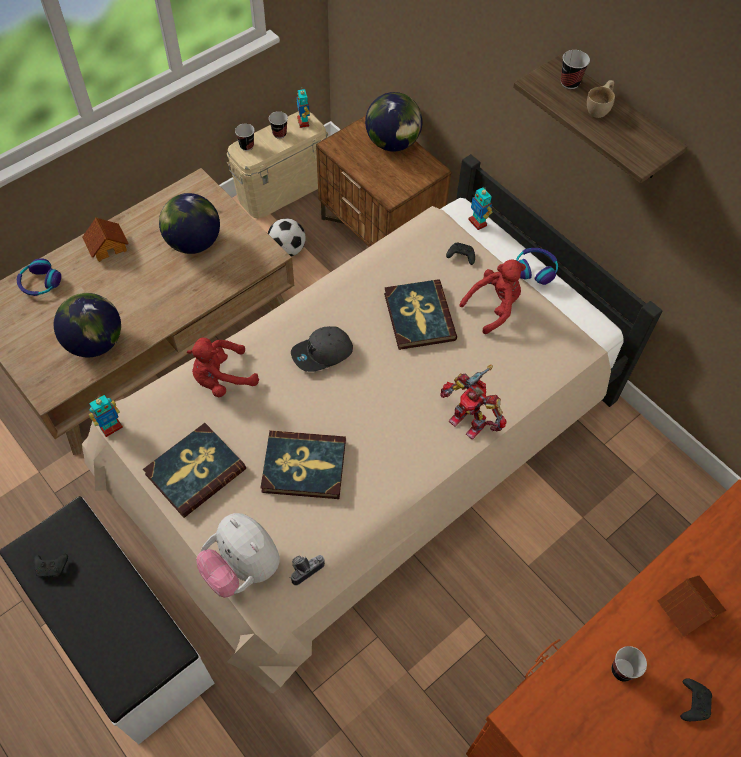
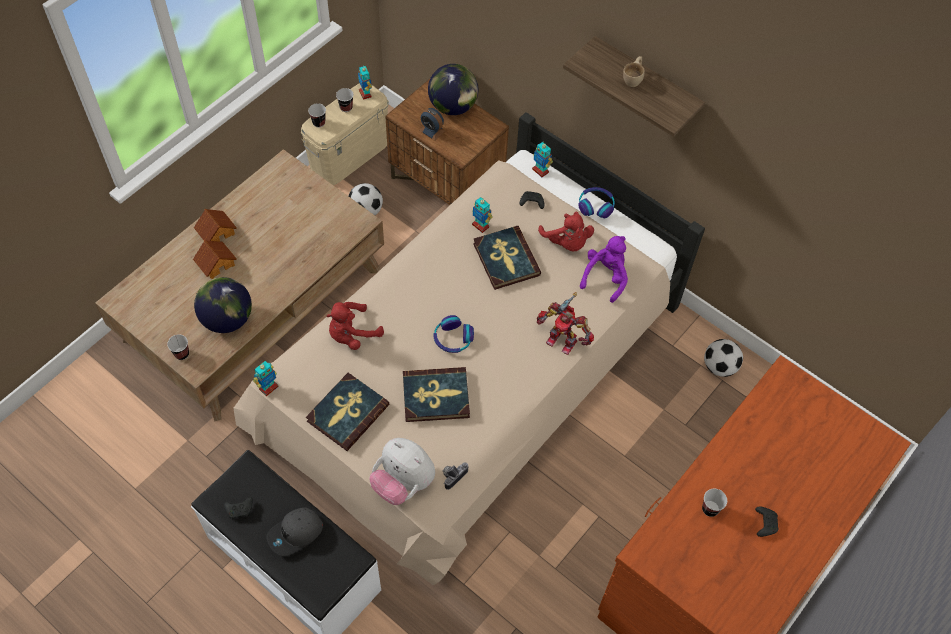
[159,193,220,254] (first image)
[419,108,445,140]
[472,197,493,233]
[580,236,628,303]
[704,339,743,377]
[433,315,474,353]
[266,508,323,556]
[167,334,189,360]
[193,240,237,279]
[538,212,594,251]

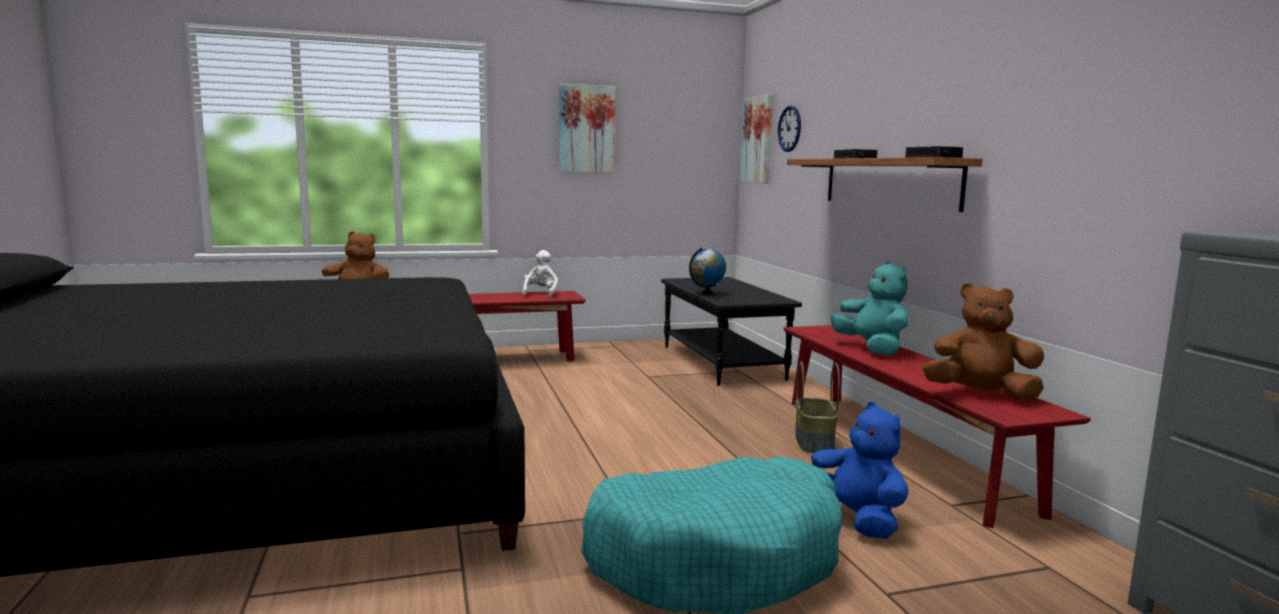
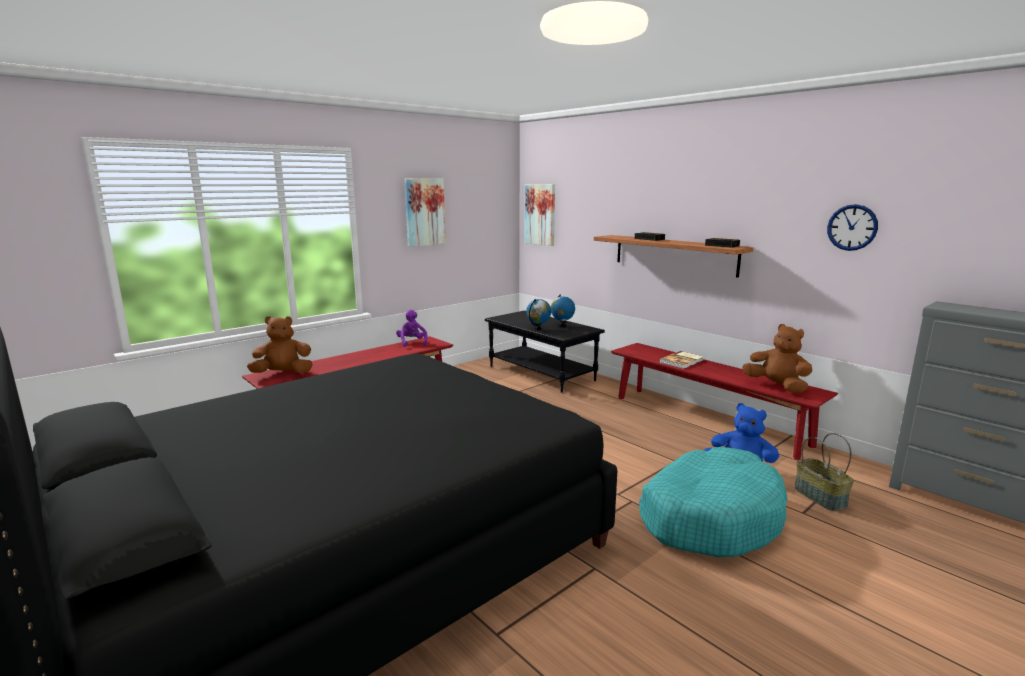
[551,294,575,327]
[827,204,878,251]
[794,433,854,511]
[659,351,704,369]
[396,310,428,347]
[742,324,813,393]

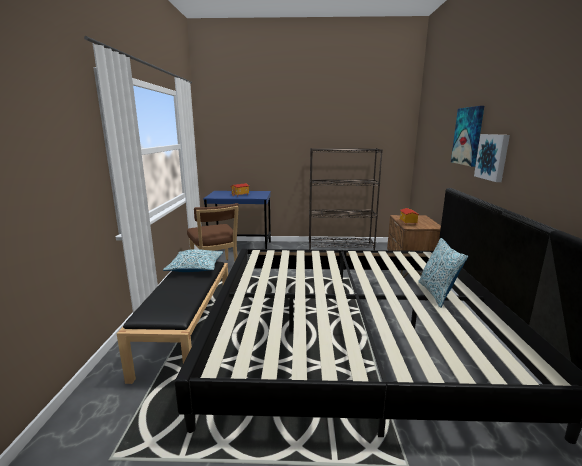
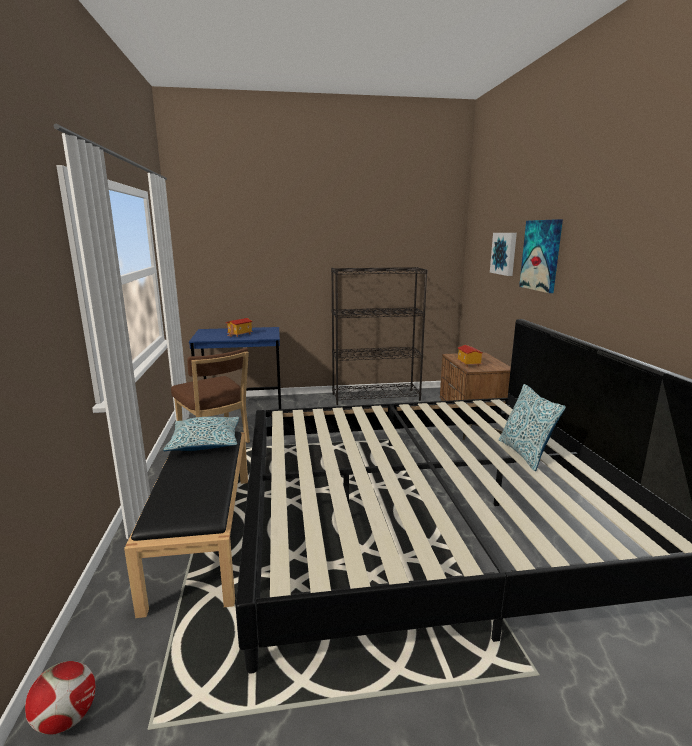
[25,661,95,734]
[490,233,517,276]

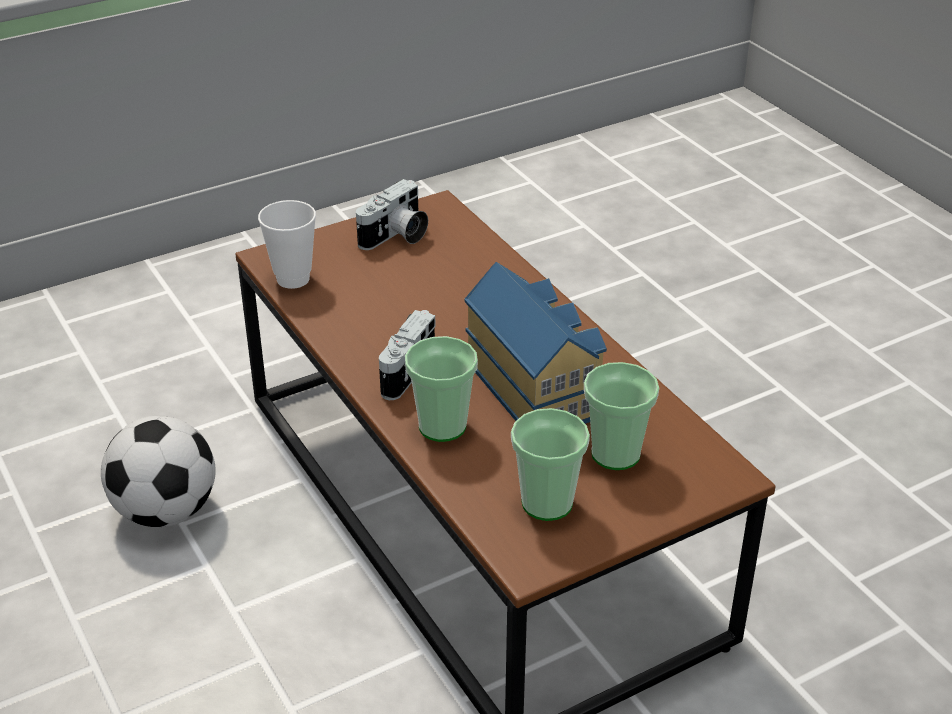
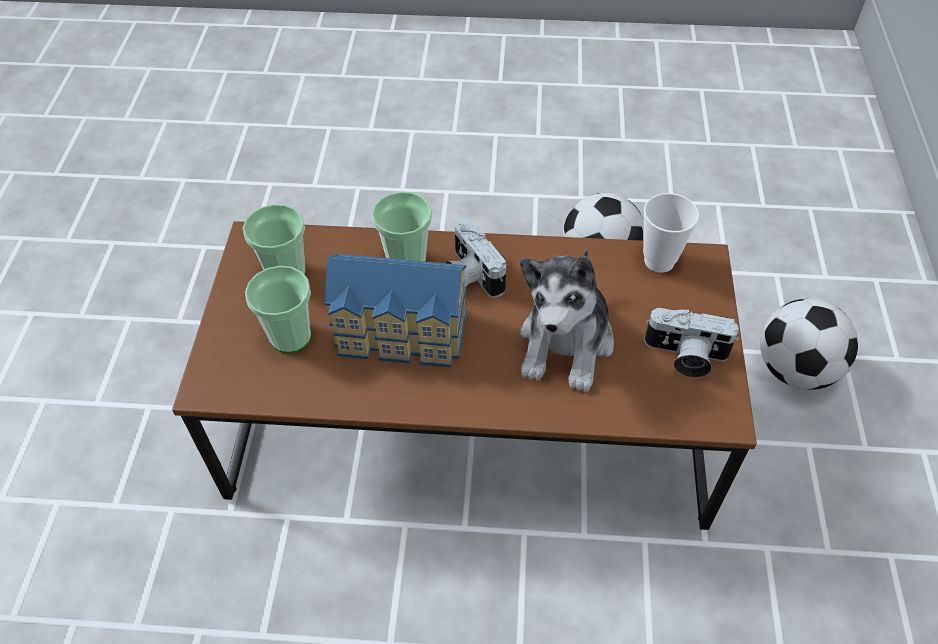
[520,248,614,392]
[760,299,858,390]
[644,308,739,378]

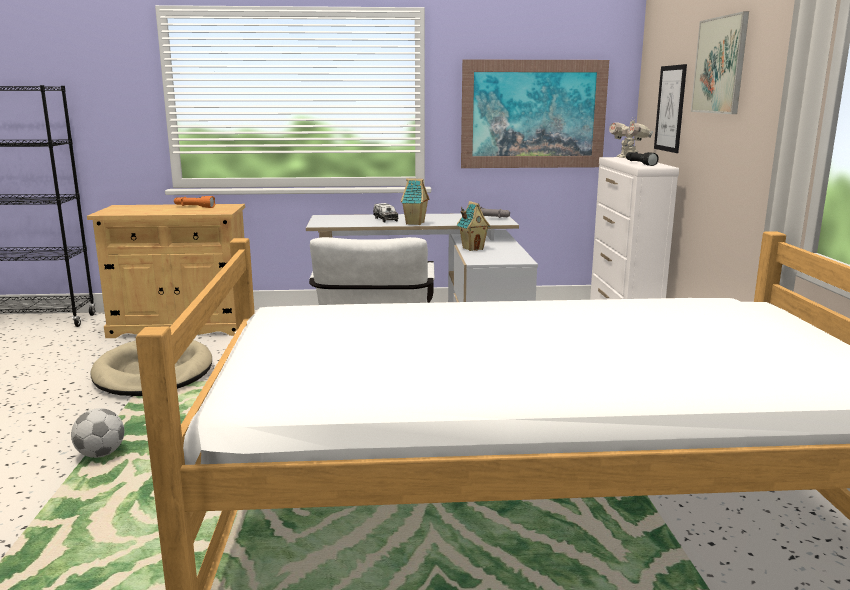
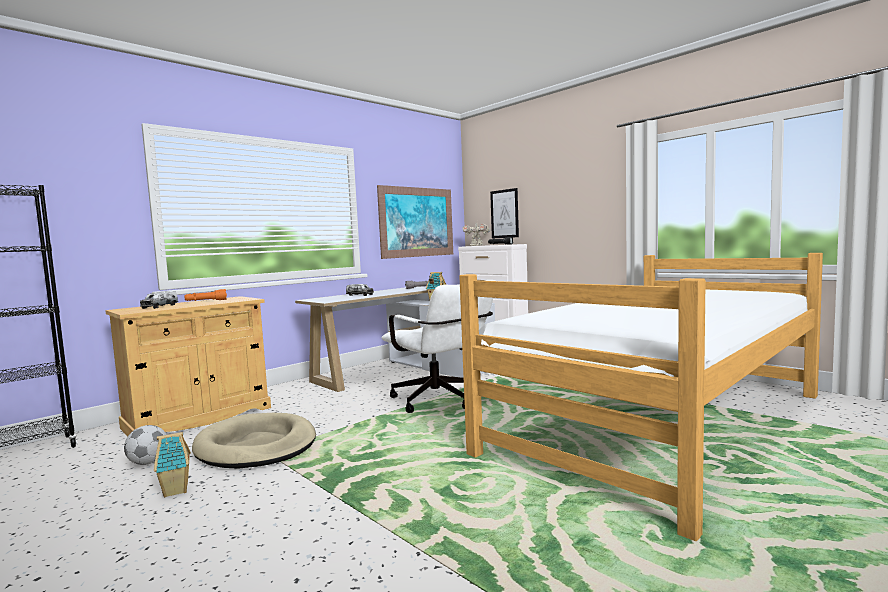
[691,11,749,114] (first image)
[140,291,178,309]
[124,425,167,465]
[154,432,191,497]

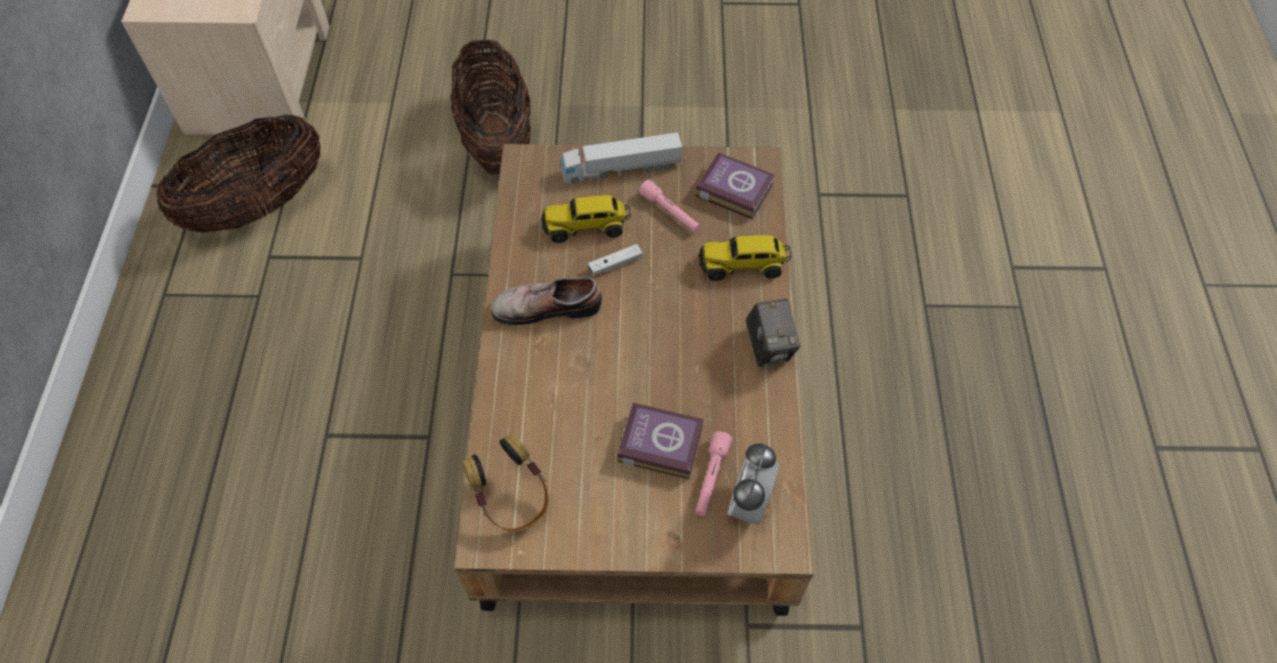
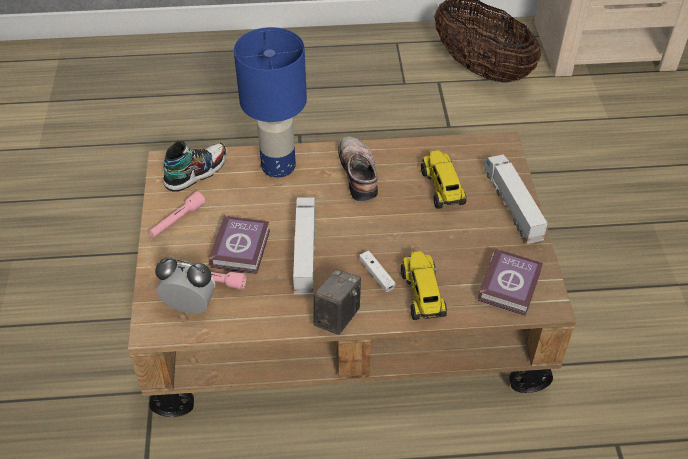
[450,39,531,175] (first image)
[234,27,307,177]
[293,198,315,294]
[359,251,395,292]
[149,191,206,237]
[163,141,227,192]
[314,269,361,335]

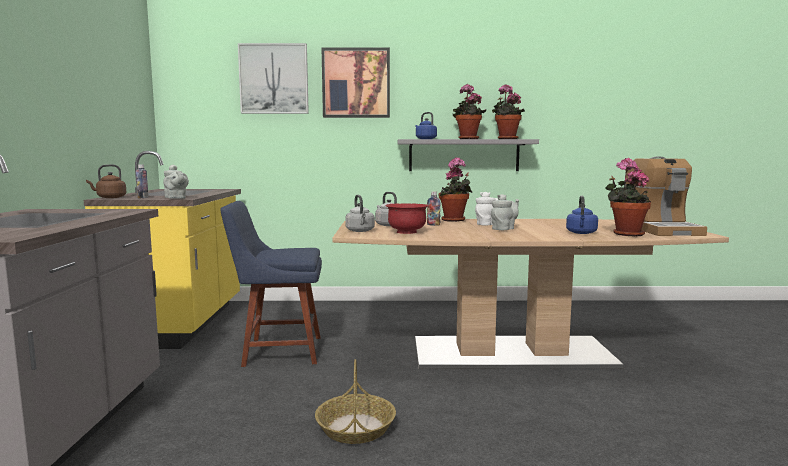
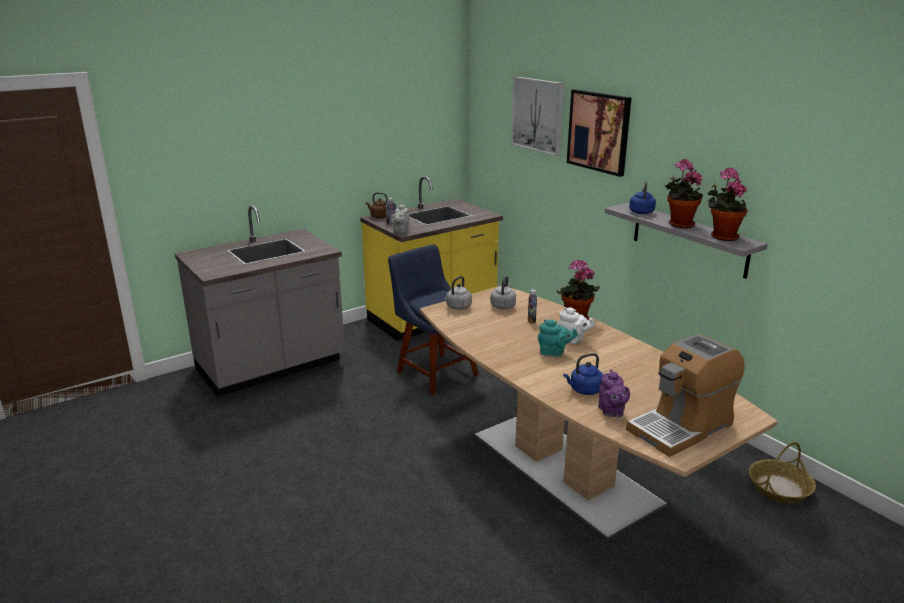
[385,204,429,234] (first image)
[749,442,816,503]
[598,369,630,417]
[538,319,578,357]

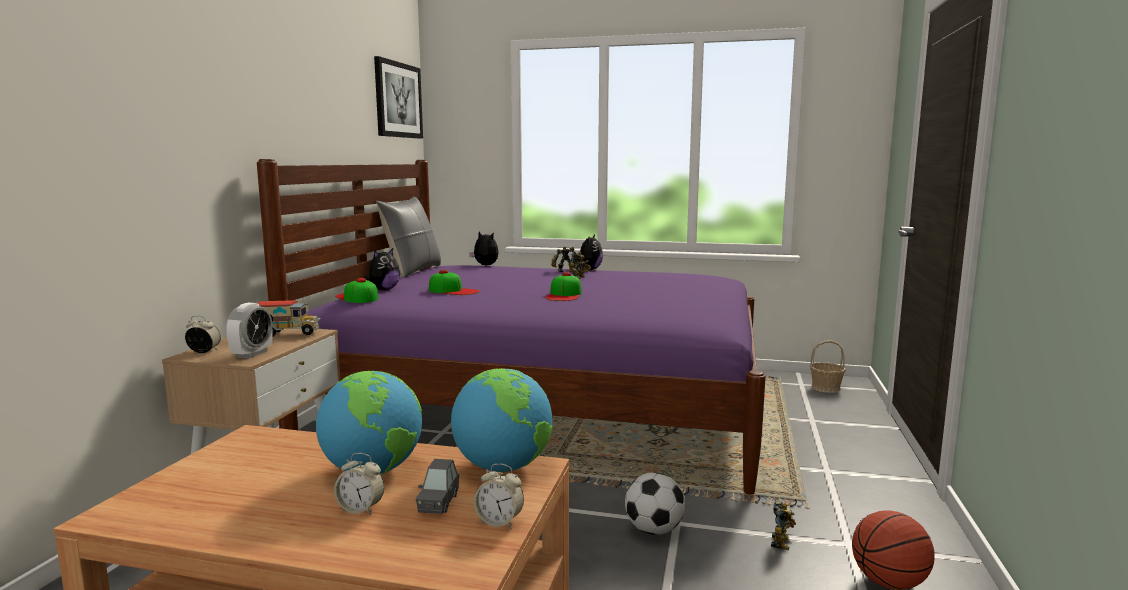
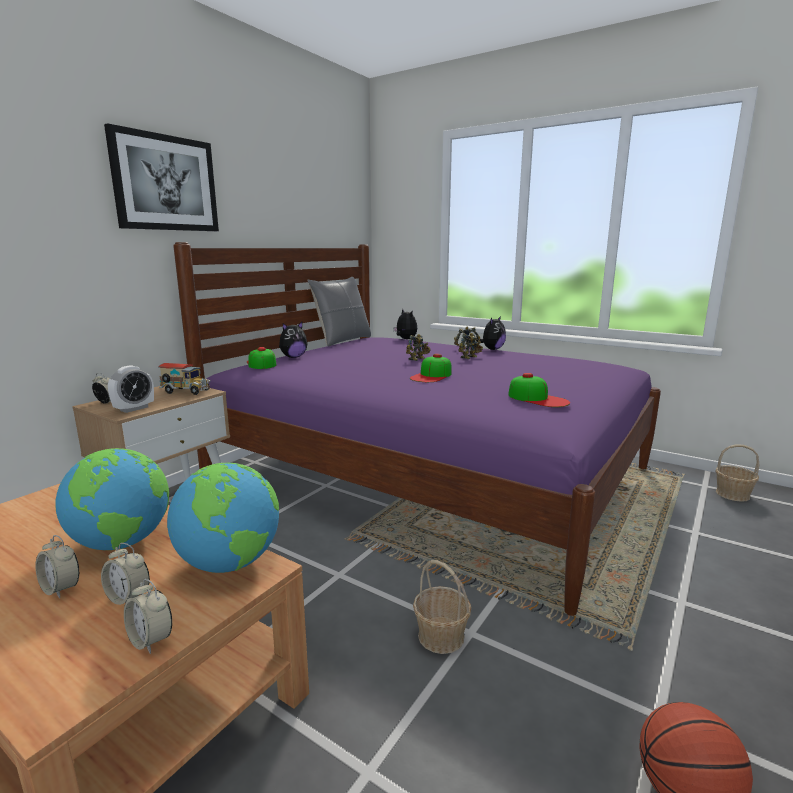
[104,123,219,231]
[508,373,570,407]
[406,334,431,361]
[101,543,150,605]
[413,560,471,654]

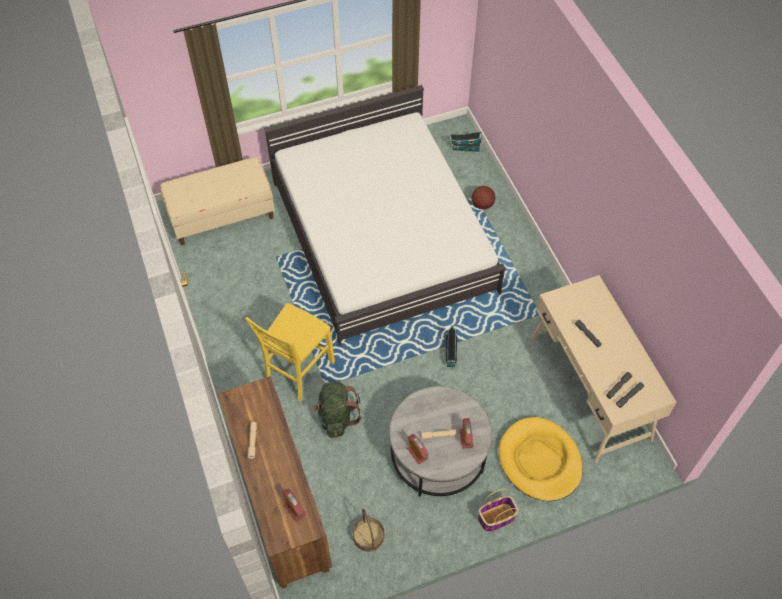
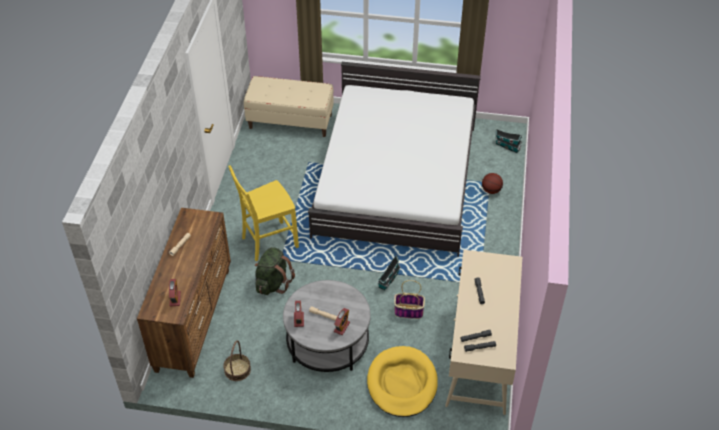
[394,280,425,319]

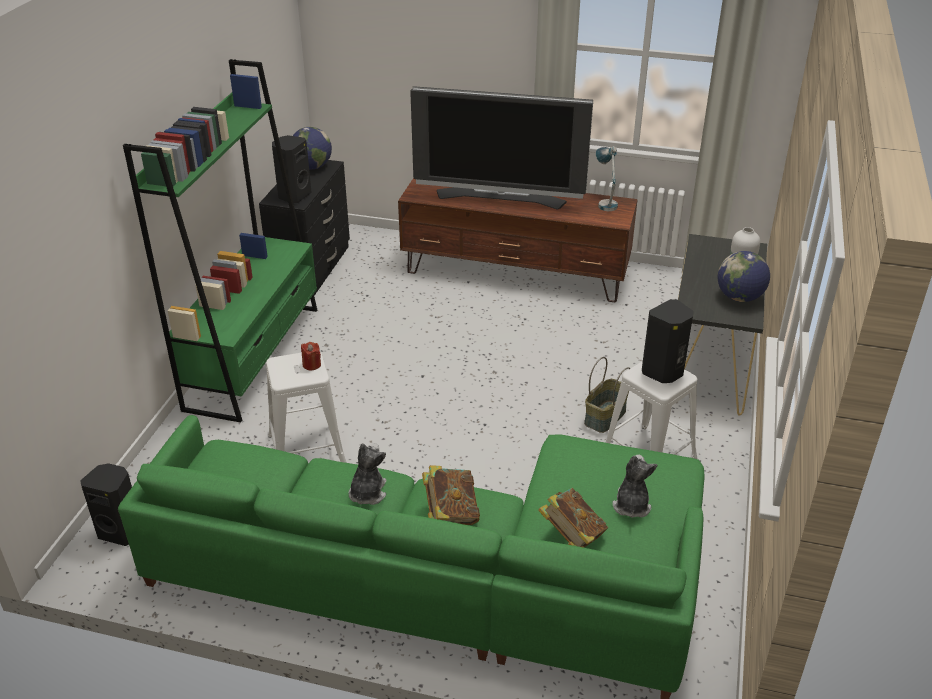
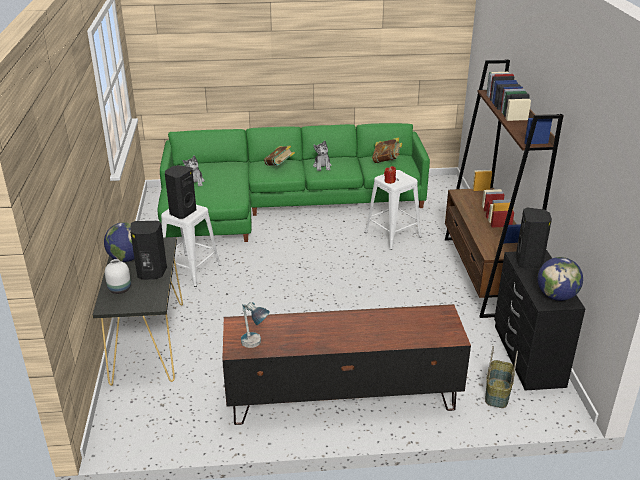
[410,86,593,210] (first image)
[130,221,167,280]
[372,137,403,163]
[485,346,518,408]
[445,59,564,318]

